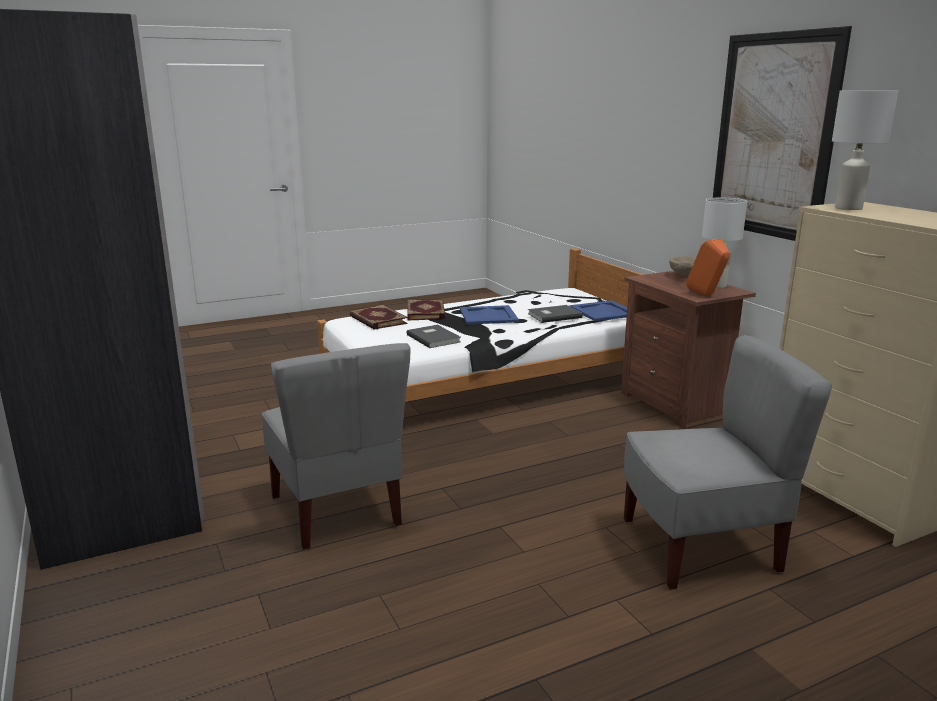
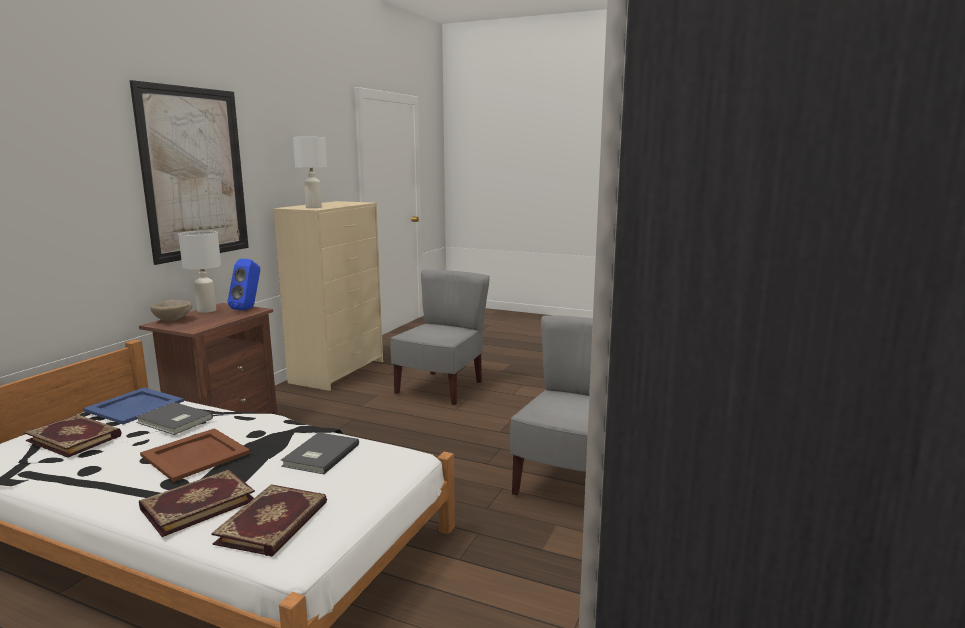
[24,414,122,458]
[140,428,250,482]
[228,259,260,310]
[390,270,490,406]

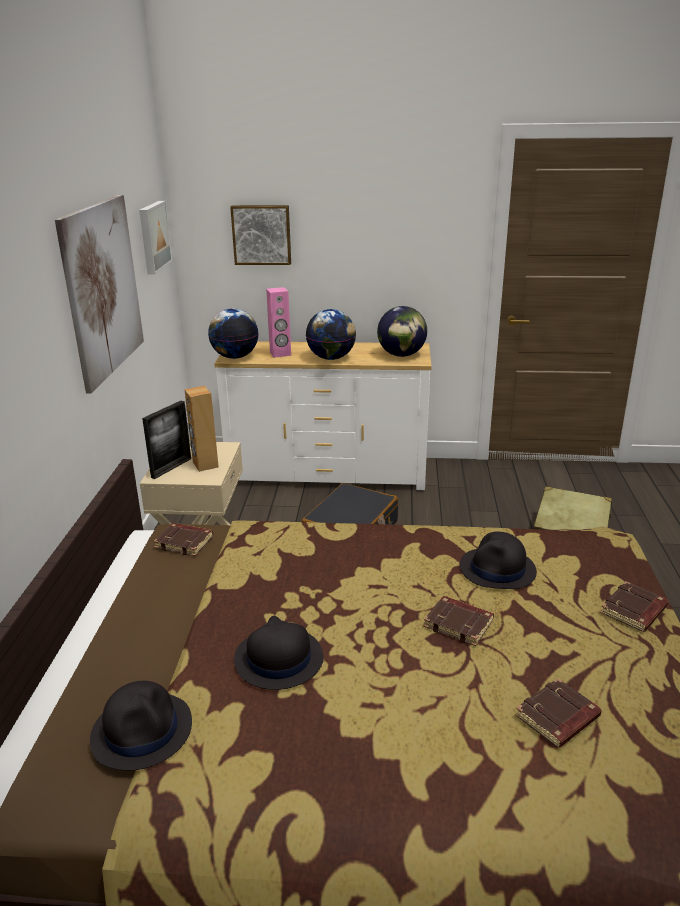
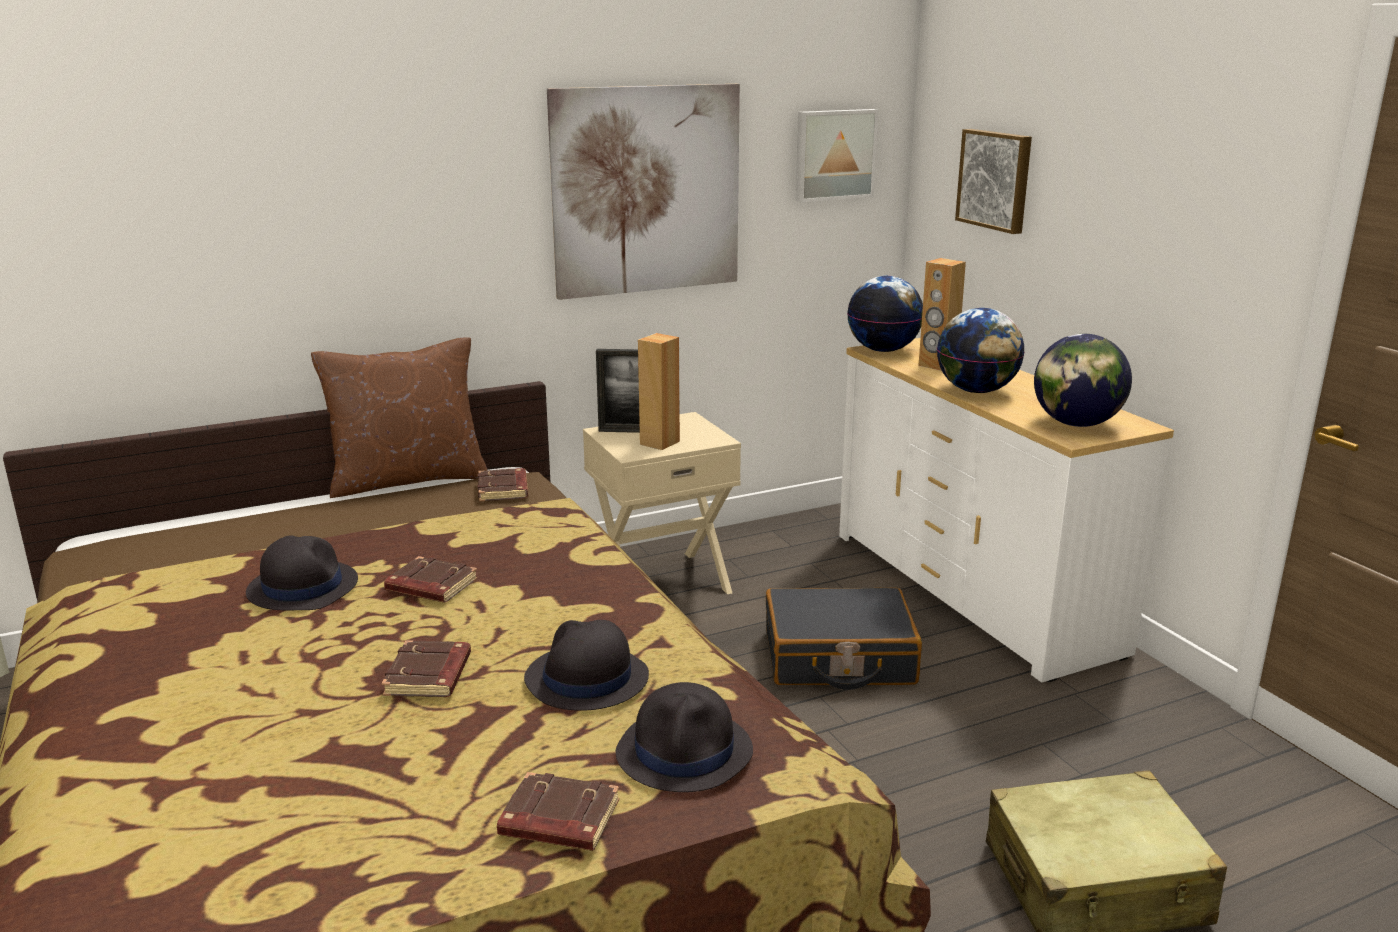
[311,337,487,498]
[616,682,753,792]
[384,556,478,603]
[918,258,966,371]

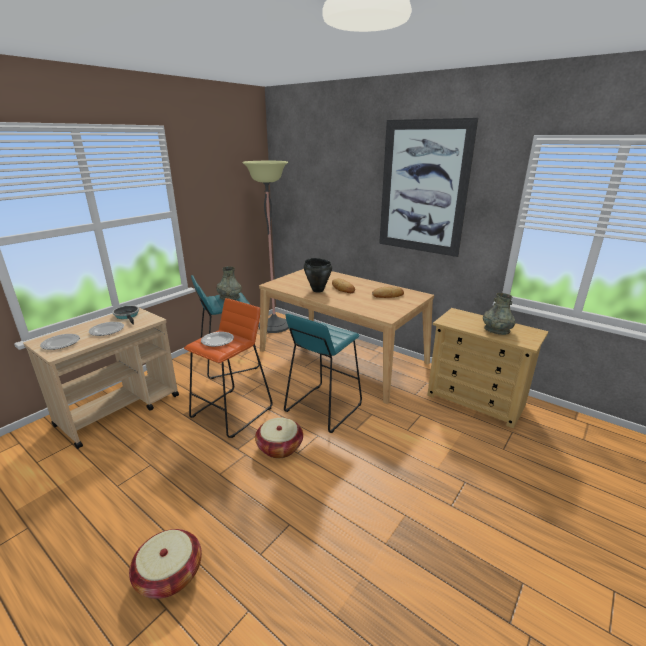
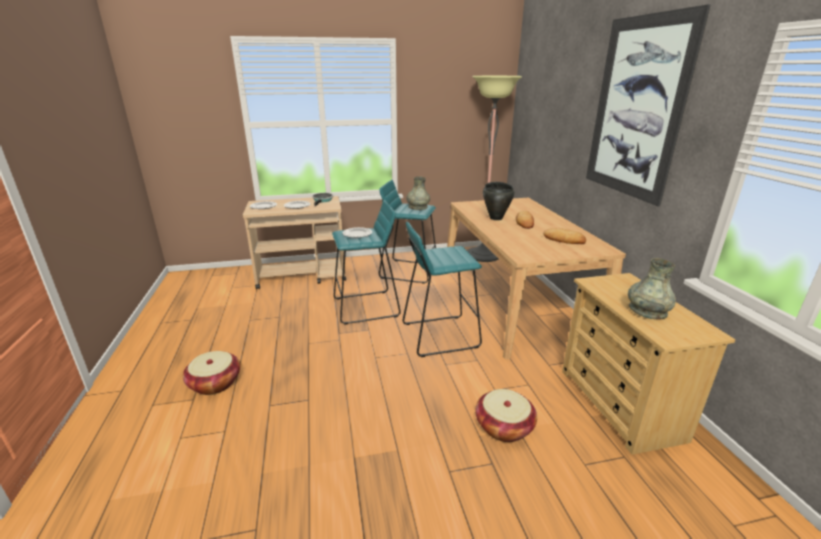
[475,389,537,442]
[332,200,401,324]

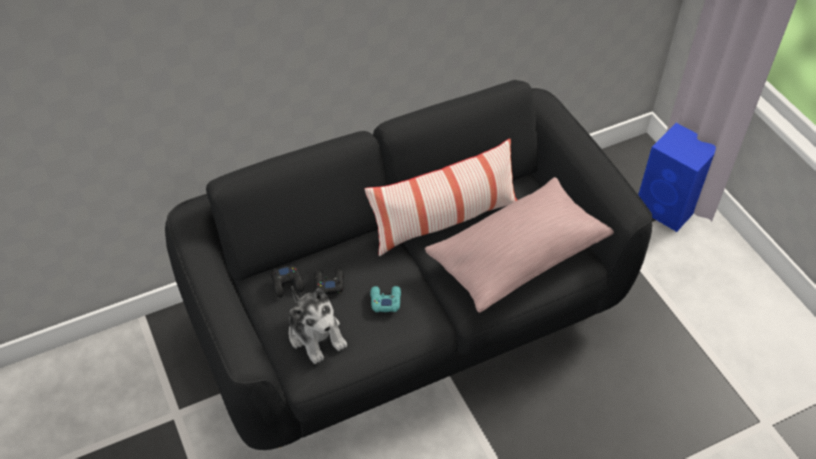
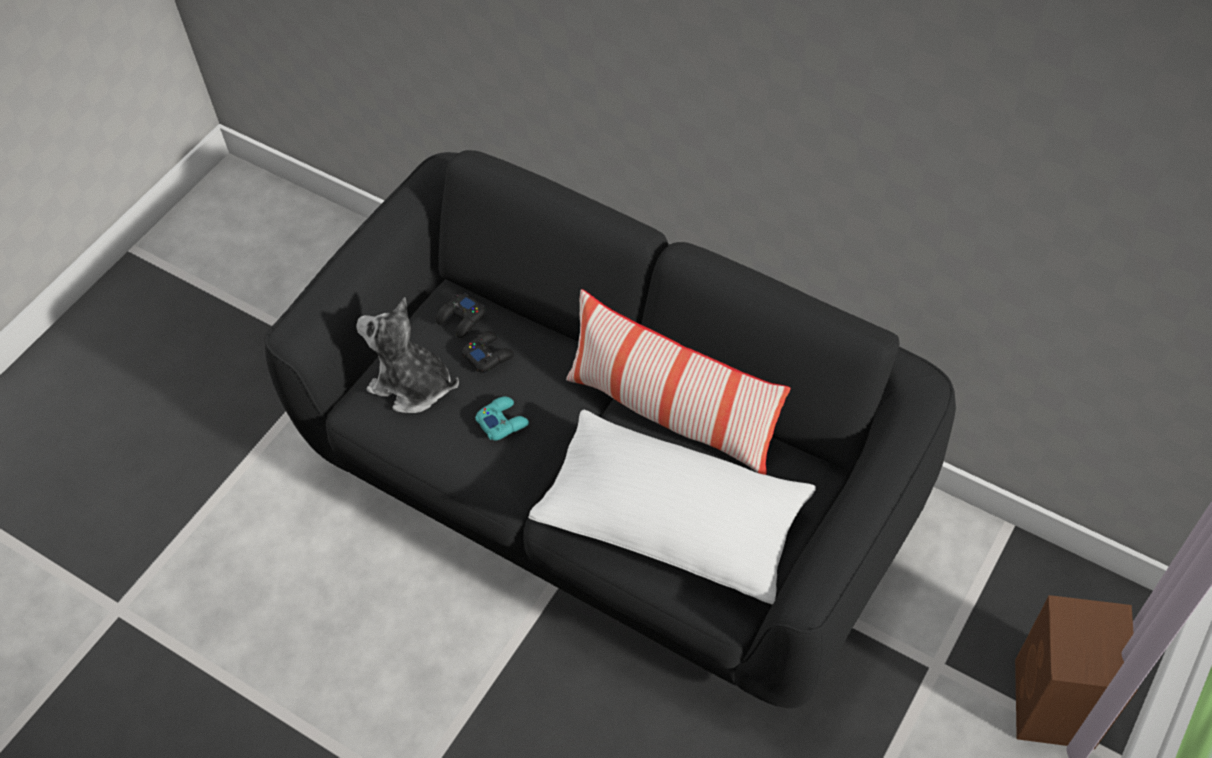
[528,409,816,605]
[1015,595,1137,749]
[356,297,459,413]

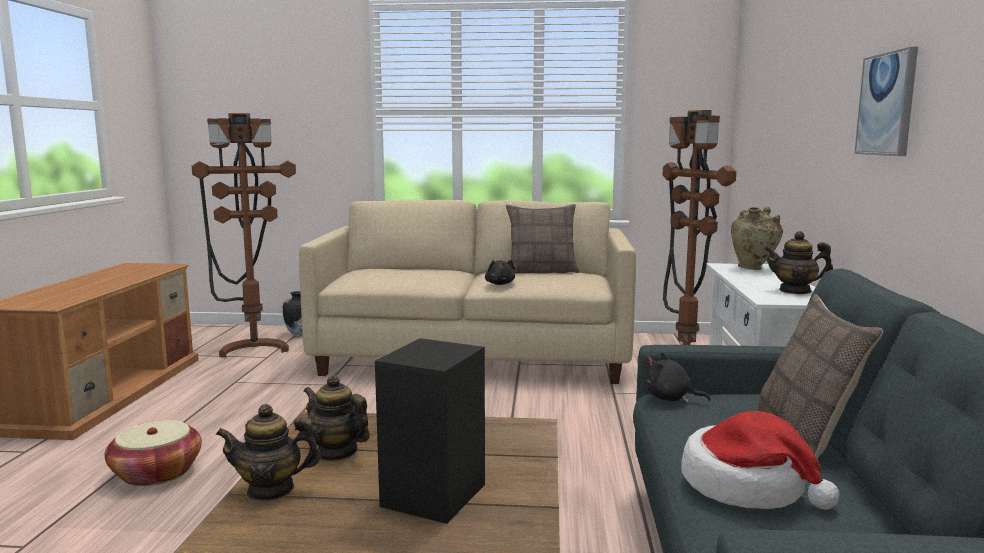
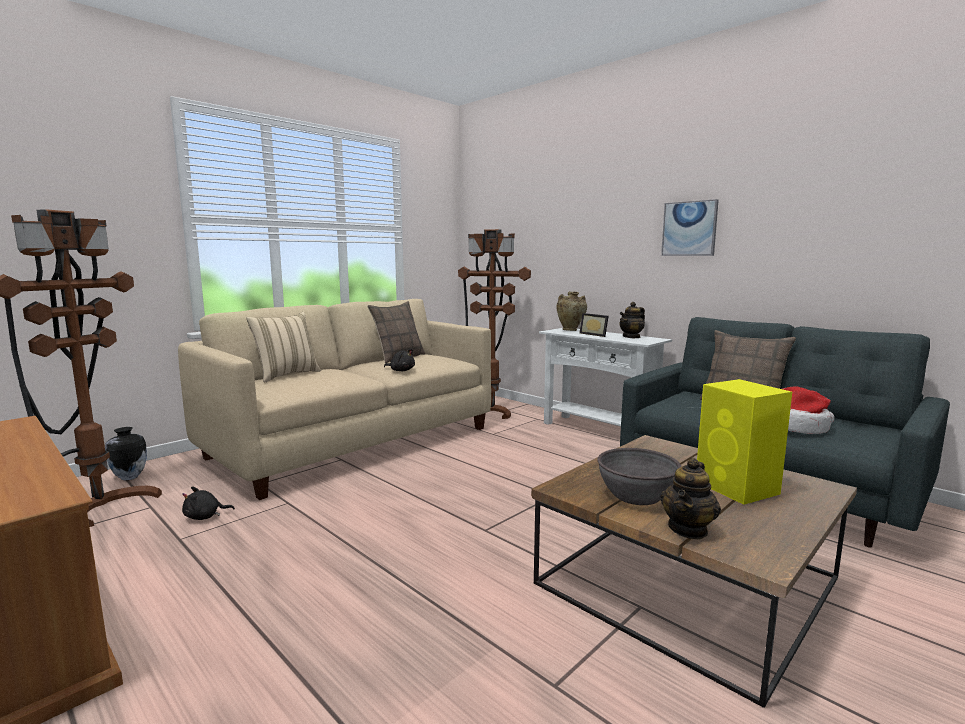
[105,420,202,486] (first image)
[246,312,321,383]
[580,313,609,337]
[182,486,235,520]
[597,448,682,505]
[697,379,792,505]

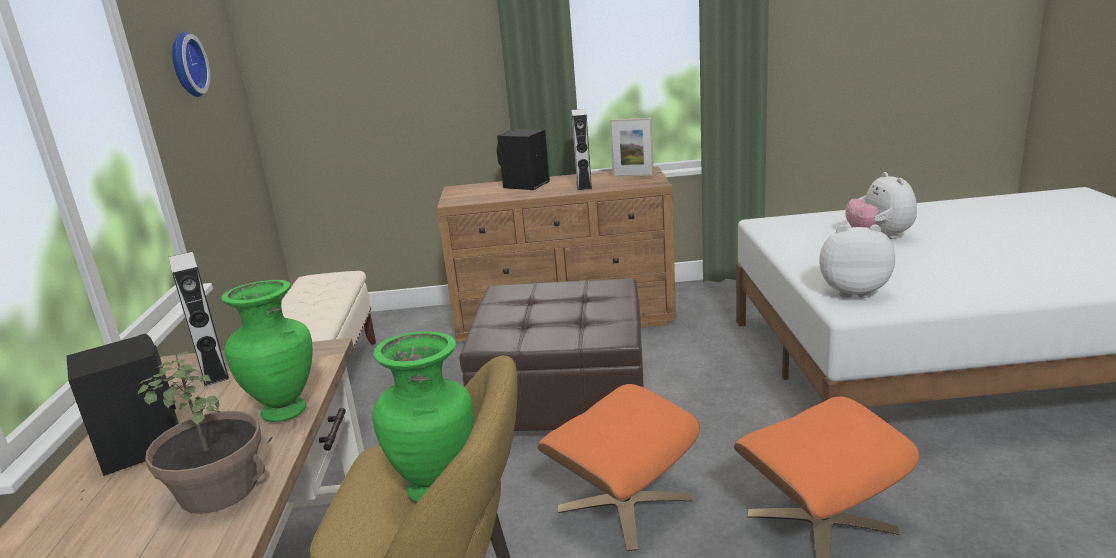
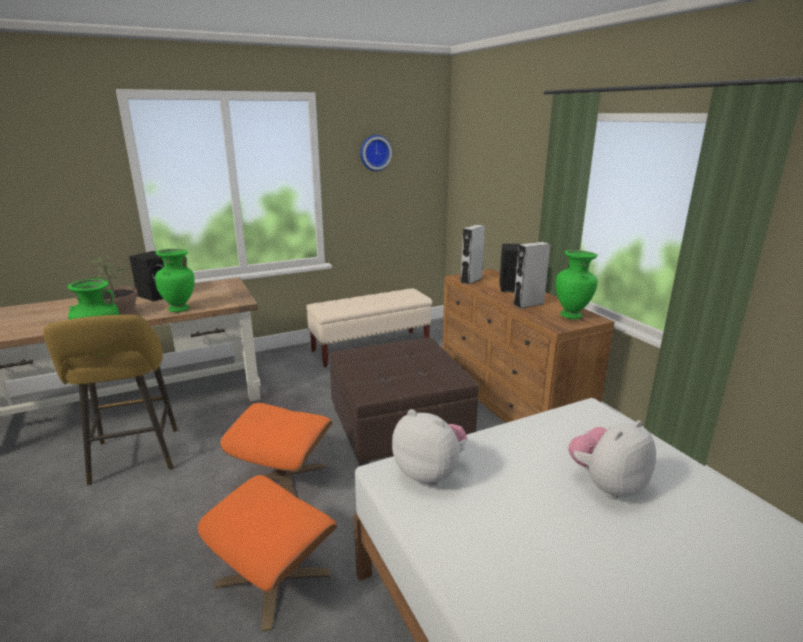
[460,225,485,285]
[556,250,598,319]
[392,409,467,485]

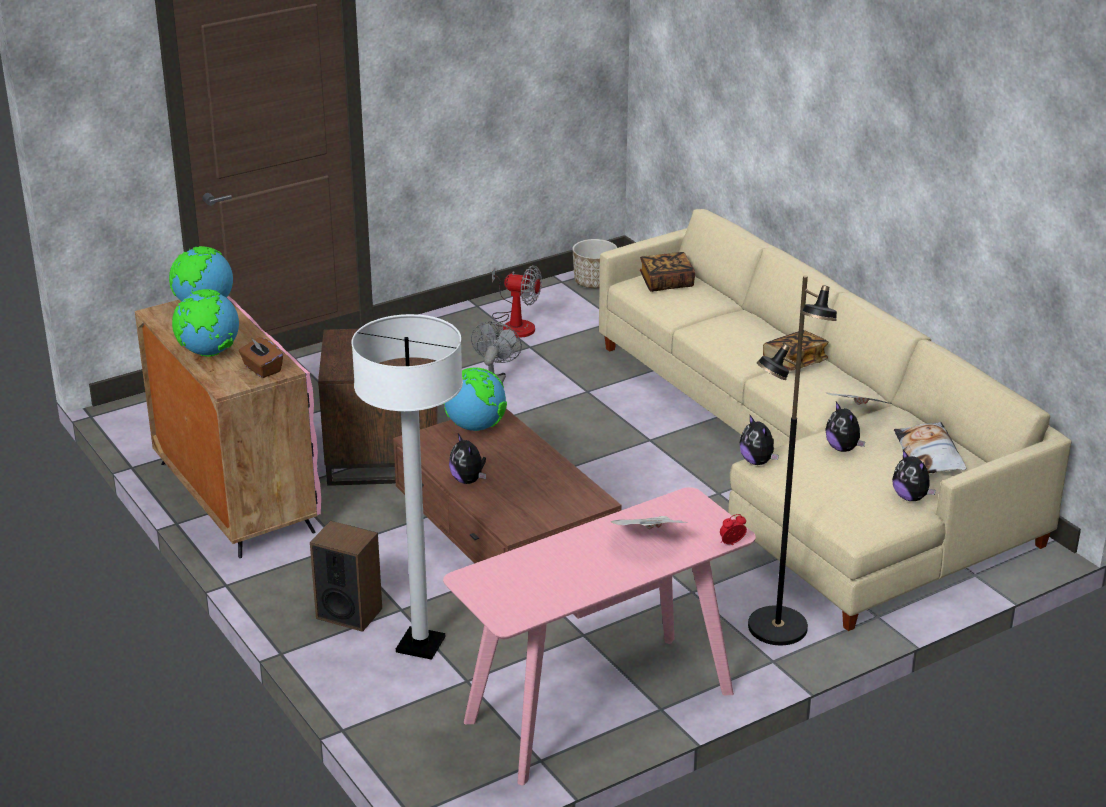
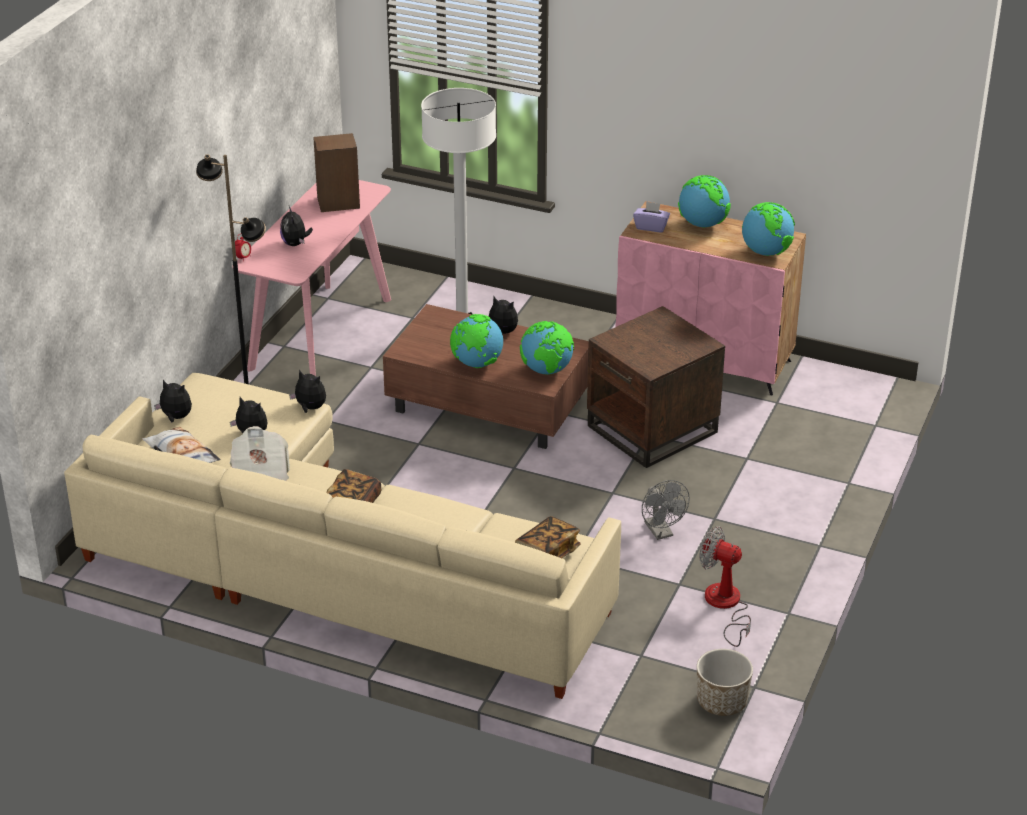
[450,314,503,368]
[313,133,360,212]
[280,206,313,246]
[633,201,670,233]
[700,527,751,647]

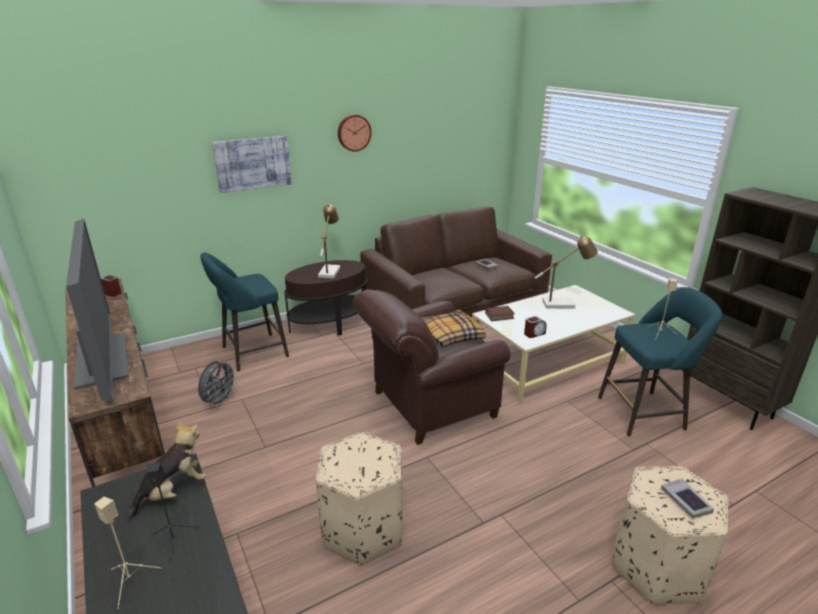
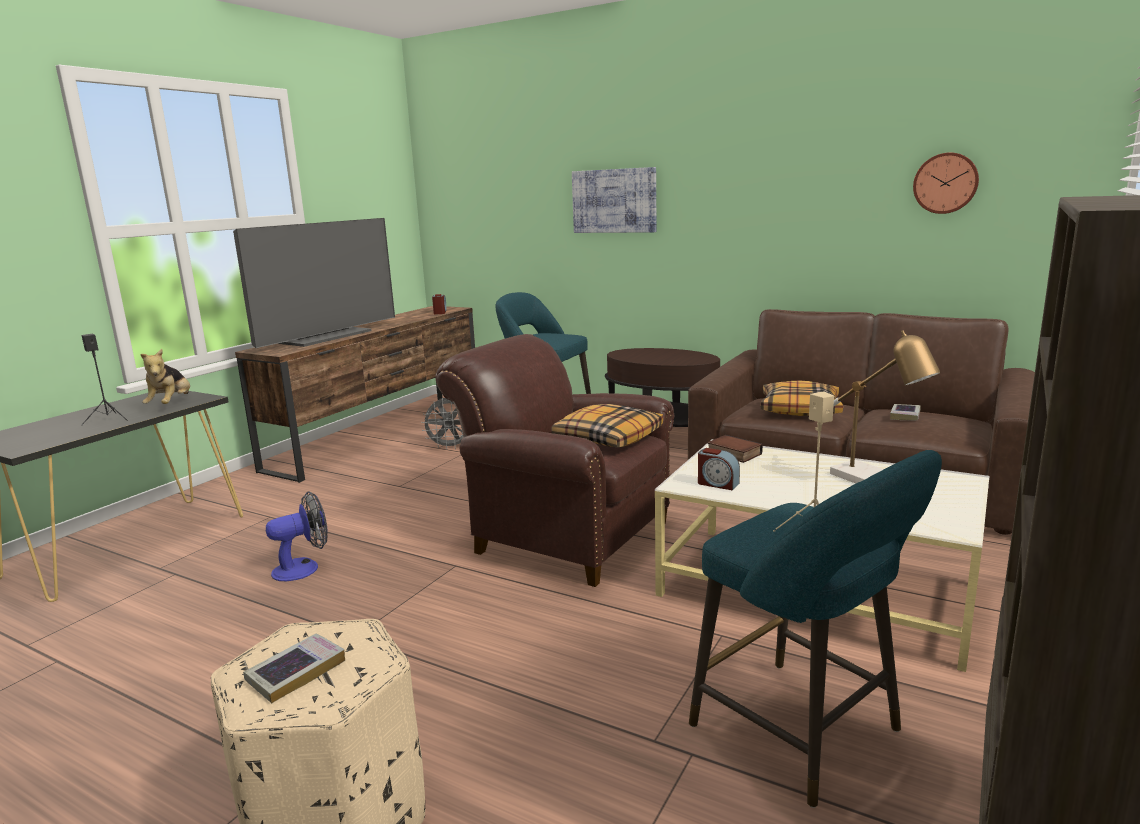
[94,497,162,609] (first image)
[318,204,340,278] (first image)
[760,381,843,416]
[913,152,979,214]
[266,491,328,581]
[141,349,190,404]

